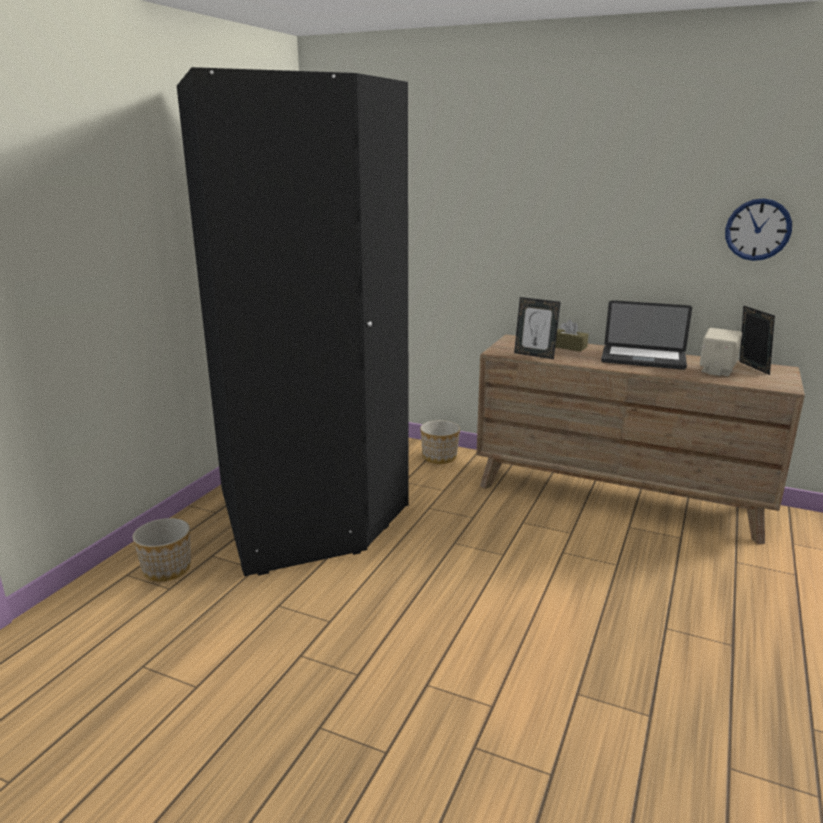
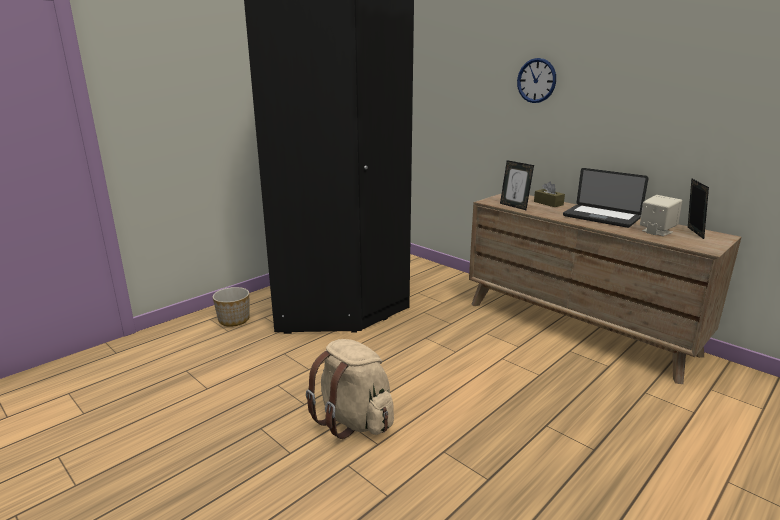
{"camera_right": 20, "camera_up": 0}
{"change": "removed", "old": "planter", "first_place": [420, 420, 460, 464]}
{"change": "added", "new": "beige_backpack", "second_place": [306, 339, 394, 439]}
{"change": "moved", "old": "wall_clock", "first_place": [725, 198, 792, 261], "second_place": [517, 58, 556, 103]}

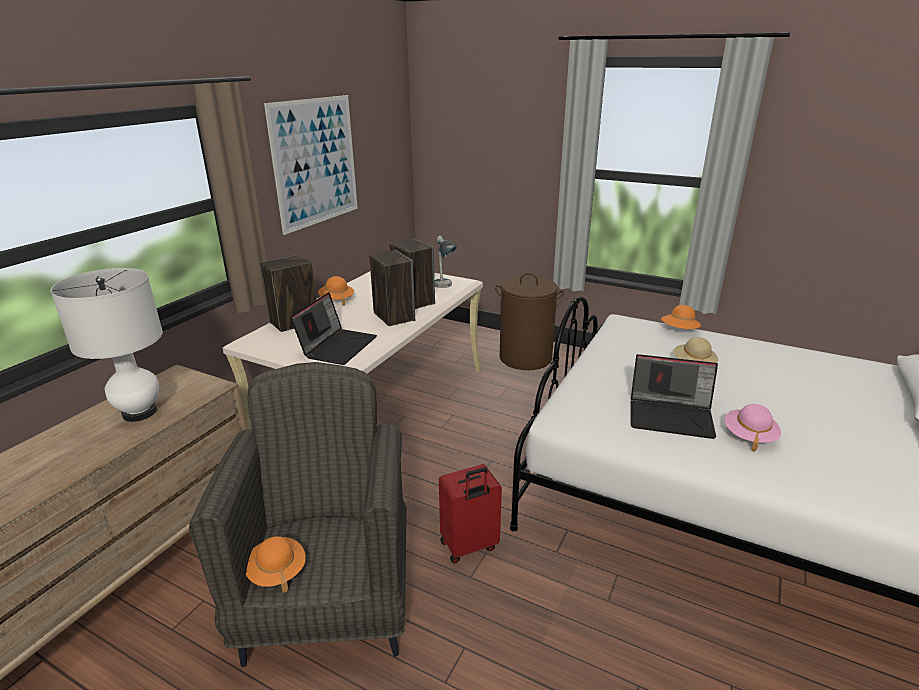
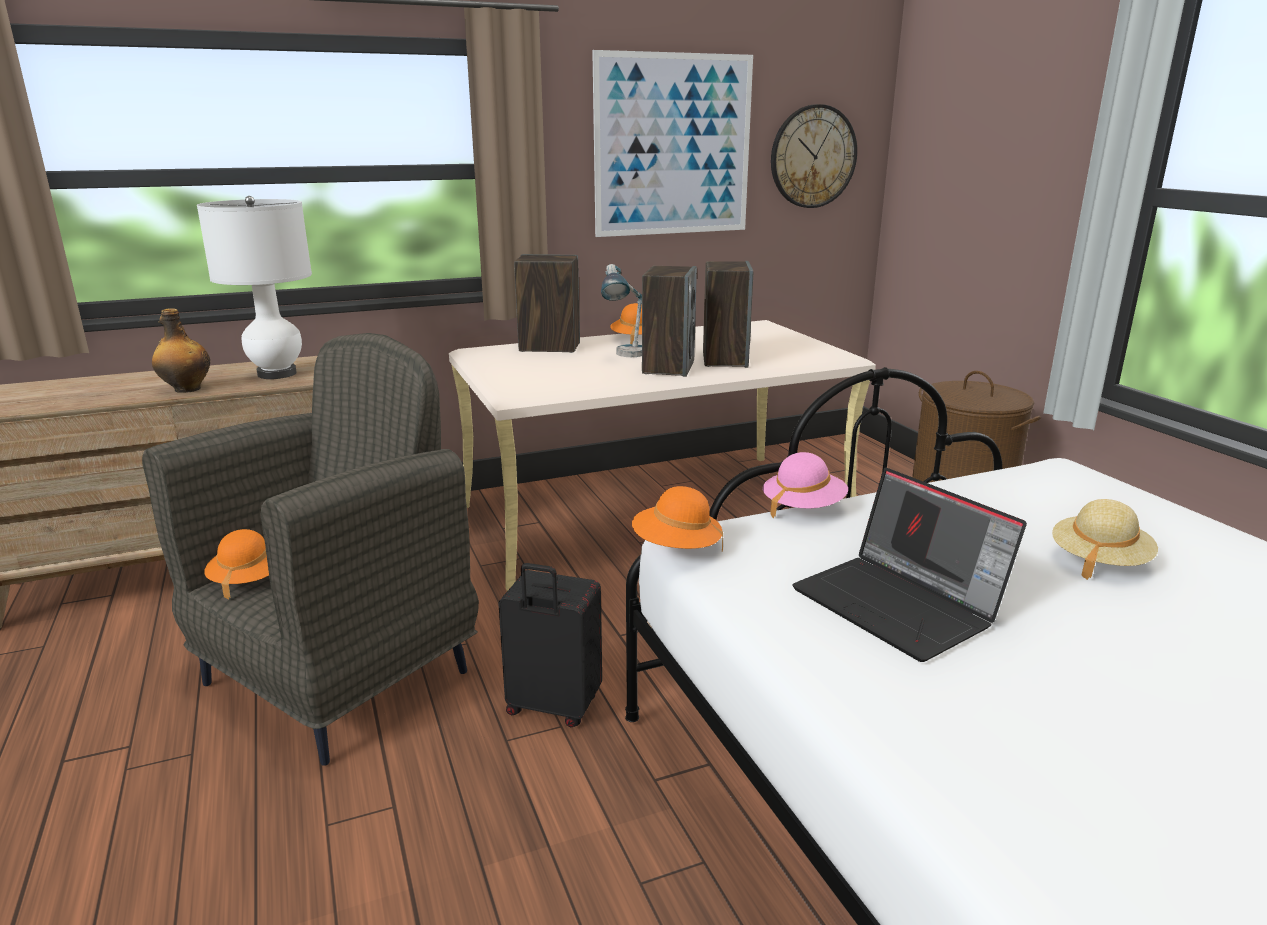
{"camera_right": 40, "camera_up": -5}
{"change": "removed", "old": "laptop", "first_place": [290, 292, 377, 365]}
{"change": "added", "new": "bottle", "second_place": [152, 308, 210, 393]}
{"change": "added", "new": "wall_clock", "second_place": [771, 104, 857, 208]}
{"change": "moved", "old": "table_lamp", "first_place": [435, 235, 457, 288], "second_place": [601, 264, 642, 357]}
{"change": "moved", "old": "orange_hat", "first_place": [661, 305, 701, 329], "second_place": [632, 486, 723, 552]}
{"change": "moved", "old": "pink_hat", "first_place": [725, 404, 781, 452], "second_place": [762, 452, 848, 518]}
{"change": "recoloured", "old": "red_suitcase", "new": "black_suitcase", "first_place": [439, 464, 502, 563], "second_place": [498, 563, 602, 727]}

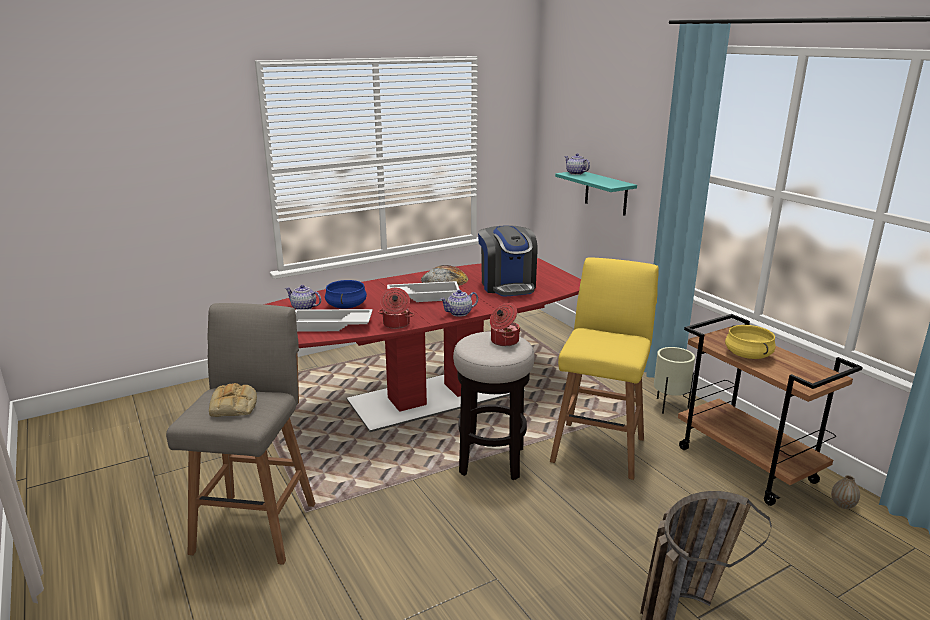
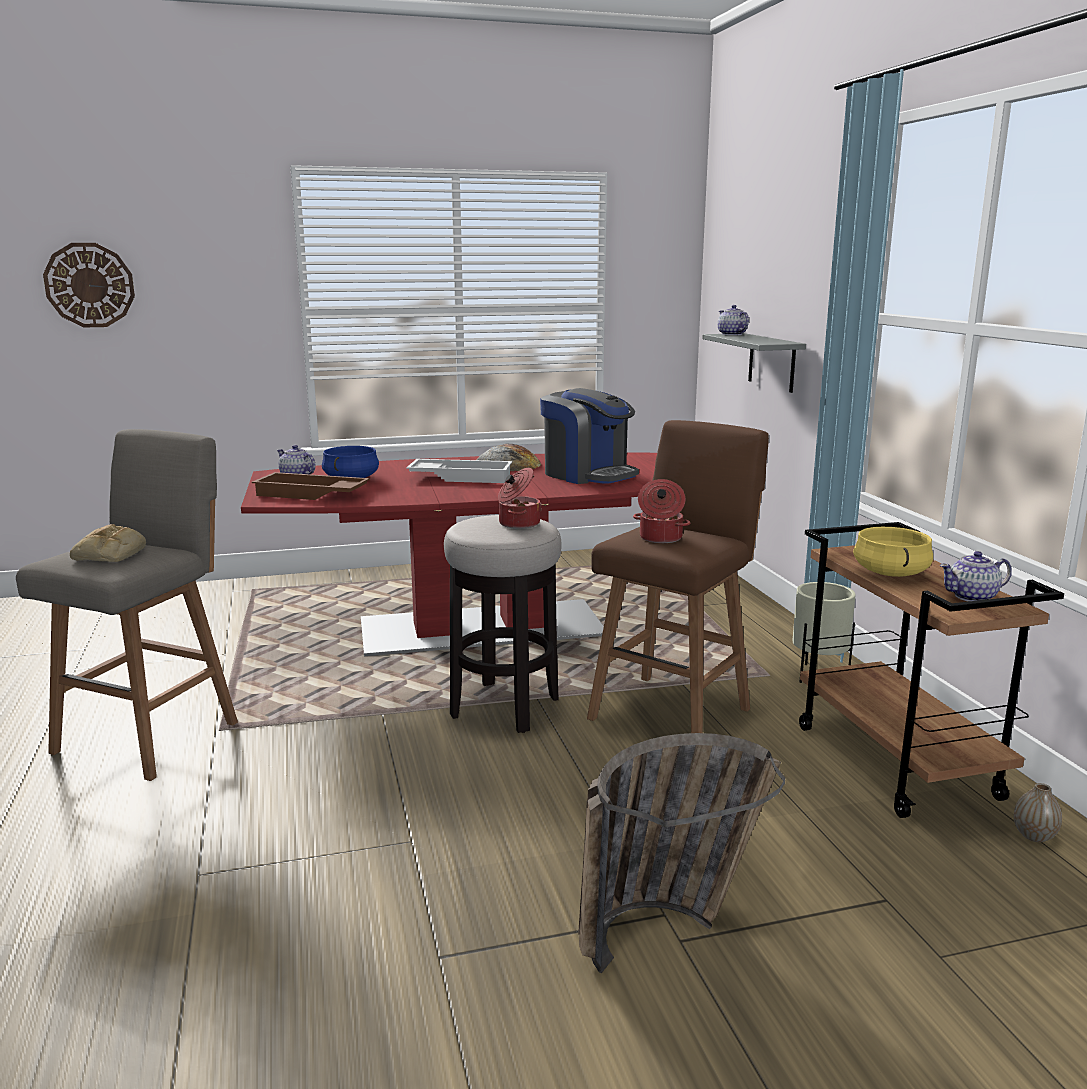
{"camera_right": 15, "camera_up": -5}
{"change": "added", "new": "wall_clock", "second_place": [43, 243, 135, 328]}
{"change": "moved", "old": "cooking_pot", "first_place": [378, 288, 414, 329], "second_place": [633, 479, 691, 543]}
{"change": "moved", "old": "teapot", "first_place": [440, 290, 478, 317], "second_place": [940, 551, 1012, 602]}
{"change": "recoloured", "old": "white_tray", "new": "brown_tray", "first_place": [295, 309, 373, 331], "second_place": [252, 472, 370, 500]}
{"change": "recoloured", "old": "yellow_stool", "new": "brown_stool", "first_place": [550, 258, 659, 480], "second_place": [587, 420, 769, 733]}
{"change": "recoloured", "old": "turquoise_shelf", "new": "grey_shelf", "first_place": [555, 172, 637, 216], "second_place": [702, 333, 806, 393]}
{"change": "turned", "old": "coffee_machine", "first_place": [478, 225, 538, 297], "second_place": [540, 388, 639, 484], "degrees": -45}

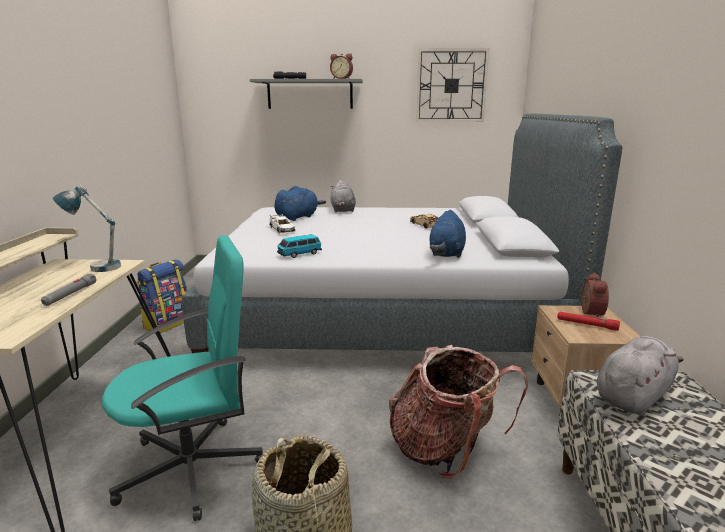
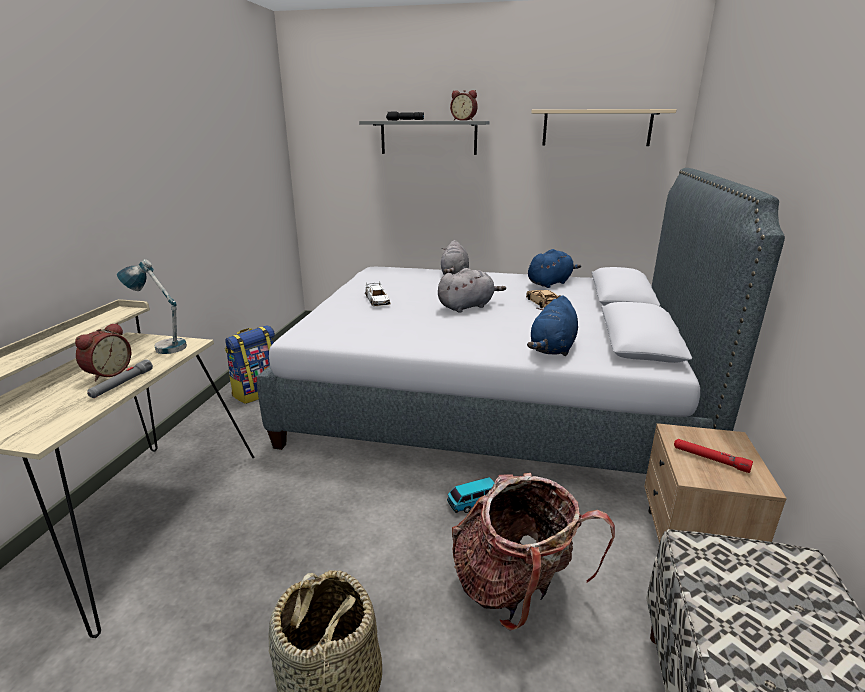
{"camera_right": 10, "camera_up": 5}
{"change": "removed", "old": "turquoise_office_chair", "first_place": [102, 235, 263, 521]}
{"change": "moved", "old": "blue_plush_toy", "first_place": [274, 186, 326, 221], "second_place": [528, 249, 581, 288]}
{"change": "moved", "old": "toy_car", "first_place": [277, 234, 322, 258], "second_place": [447, 477, 494, 513]}
{"change": "moved", "old": "alarm_clock", "first_place": [582, 273, 609, 317], "second_place": [75, 323, 131, 382]}
{"change": "moved", "old": "grey_plush_toy", "first_place": [597, 336, 684, 416], "second_place": [438, 268, 506, 313]}
{"change": "replaced", "old": "wall_clock", "new": "beige_shelf", "first_place": [416, 48, 489, 122], "second_place": [531, 109, 676, 146]}

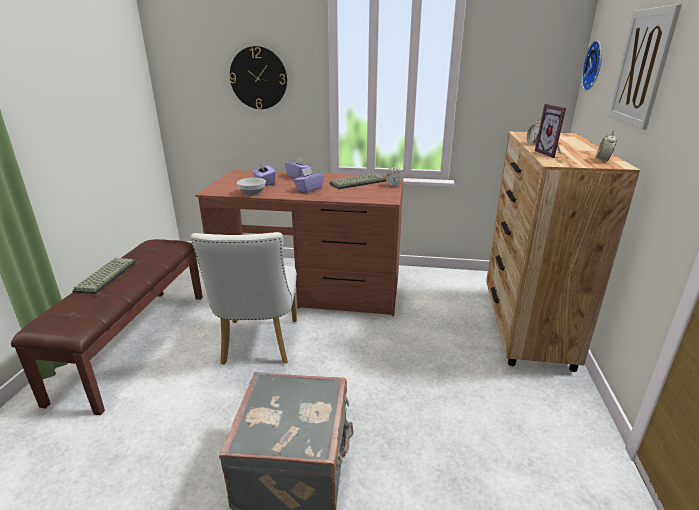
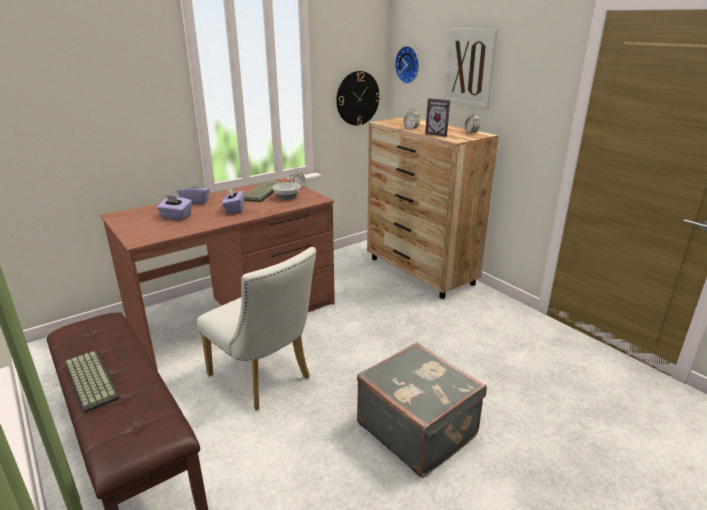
{"camera_right": -45, "camera_up": 0}
{"change": "moved", "old": "wall_clock", "first_place": [229, 46, 287, 109], "second_place": [336, 71, 380, 126]}
{"change": "moved", "old": "bowl", "first_place": [237, 178, 266, 196], "second_place": [273, 182, 300, 200]}

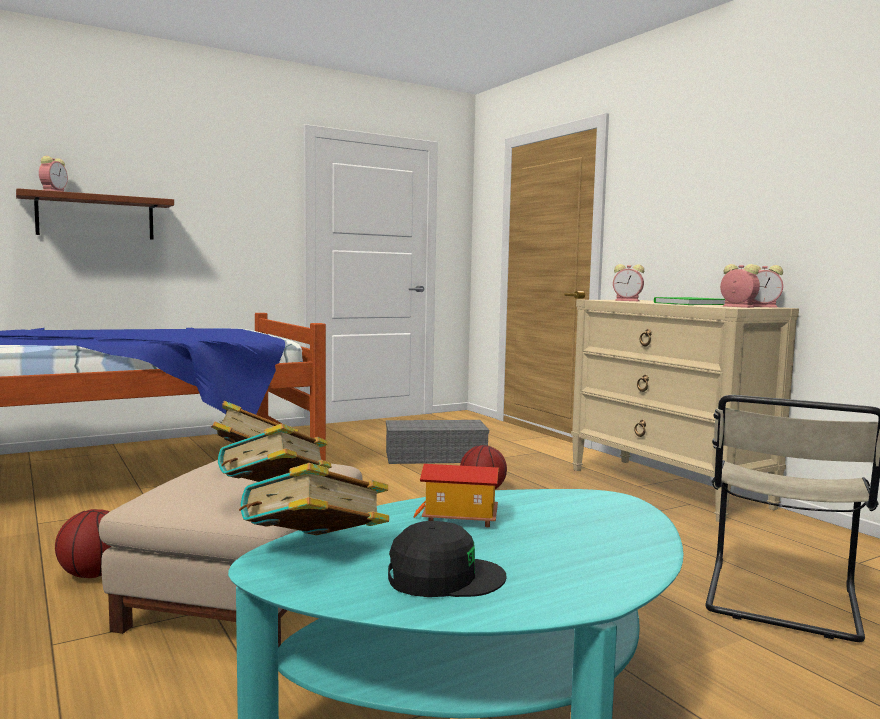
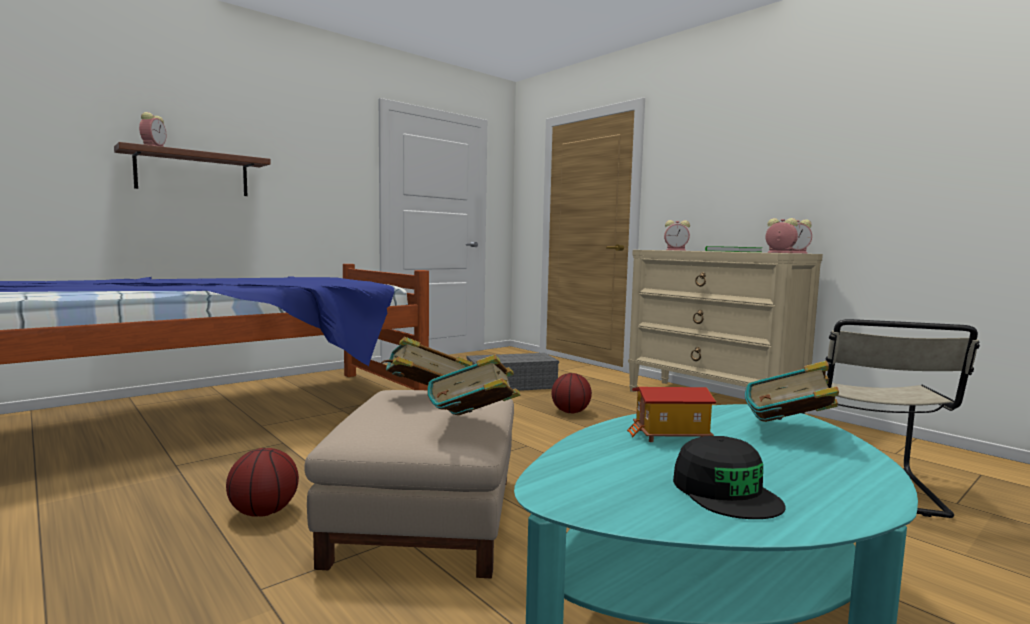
{"camera_right": -10, "camera_up": 0}
{"change": "moved", "old": "book", "first_place": [239, 463, 389, 535], "second_place": [745, 361, 839, 422]}
{"change": "turned", "old": "black_cap", "first_place": [388, 521, 507, 597], "second_place": [673, 436, 786, 519], "degrees": 90}

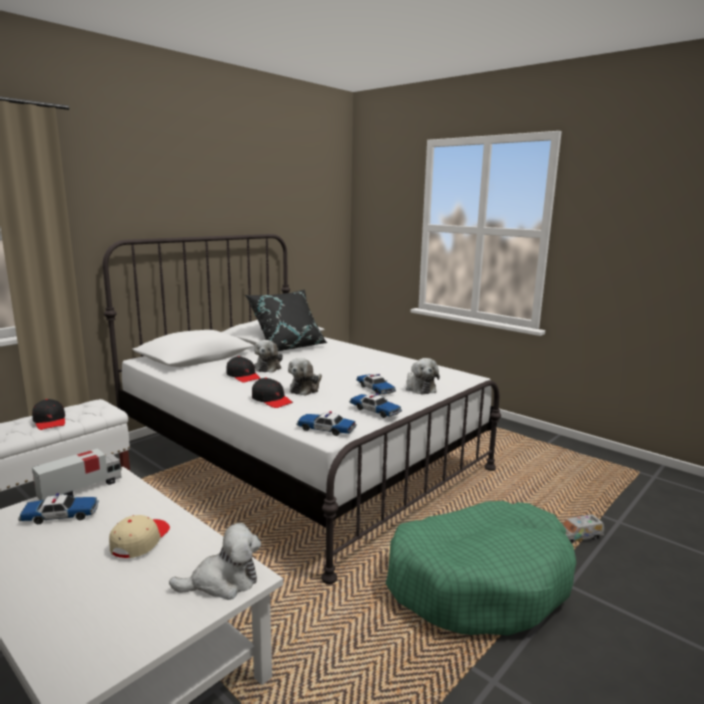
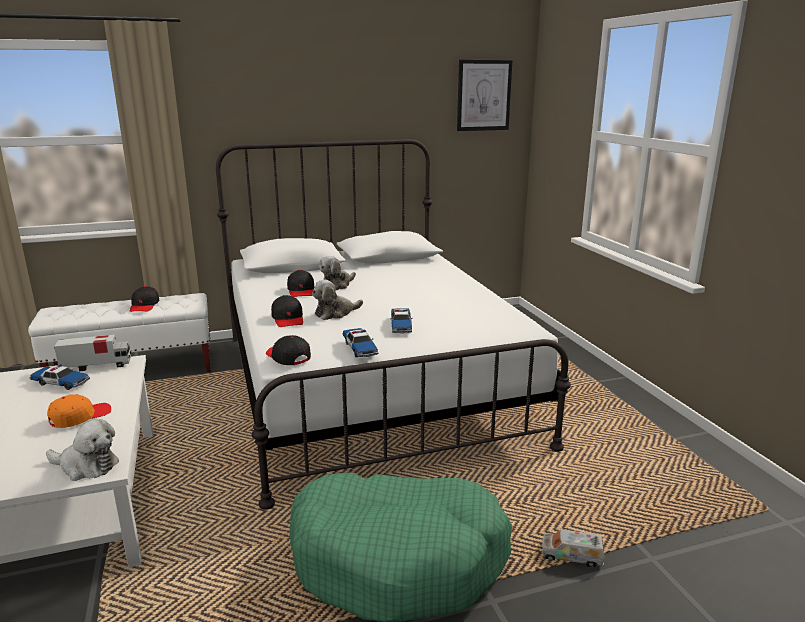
{"camera_right": 30, "camera_up": 5}
{"change": "removed", "old": "black_pillow", "first_place": [245, 290, 328, 351]}
{"change": "removed", "old": "plush_toy", "first_place": [406, 358, 440, 394]}
{"change": "added", "new": "picture", "second_place": [457, 60, 512, 131]}
{"change": "replaced", "old": "toy_car", "new": "black_cap", "first_place": [296, 411, 357, 436], "second_place": [266, 335, 311, 365]}
{"change": "recoloured", "old": "beige_cap", "new": "orange_cap", "first_place": [109, 515, 170, 558], "second_place": [47, 394, 111, 428]}

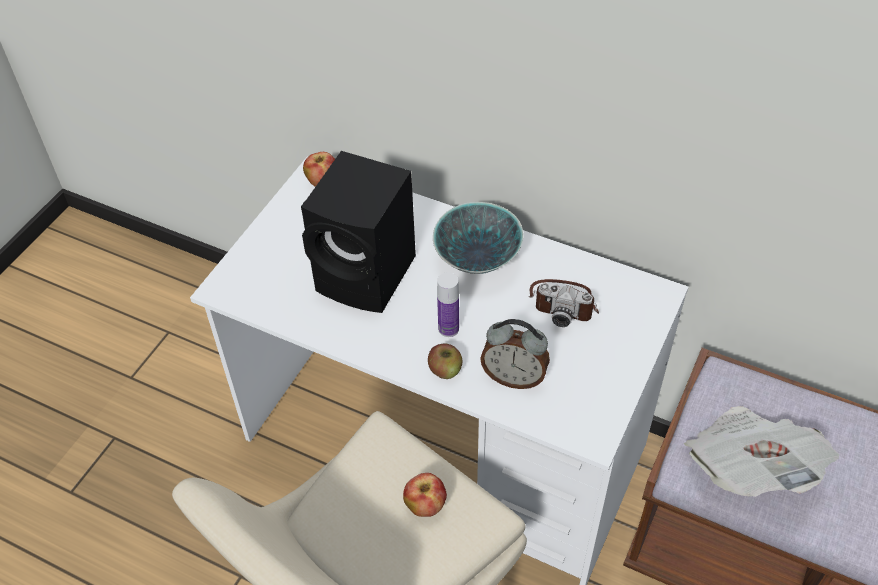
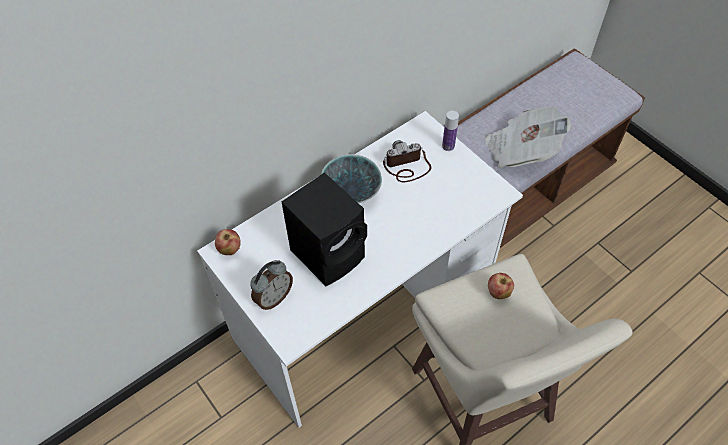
{"camera_right": -65, "camera_up": 5}
{"change": "removed", "old": "apple", "first_place": [428, 344, 462, 379]}
{"change": "moved", "old": "bottle", "first_place": [437, 272, 459, 337], "second_place": [442, 111, 459, 151]}
{"change": "moved", "old": "alarm_clock", "first_place": [480, 319, 550, 389], "second_place": [250, 260, 293, 310]}
{"change": "turned", "old": "photo_camera", "first_place": [529, 279, 599, 327], "second_place": [383, 140, 431, 182], "degrees": -150}

